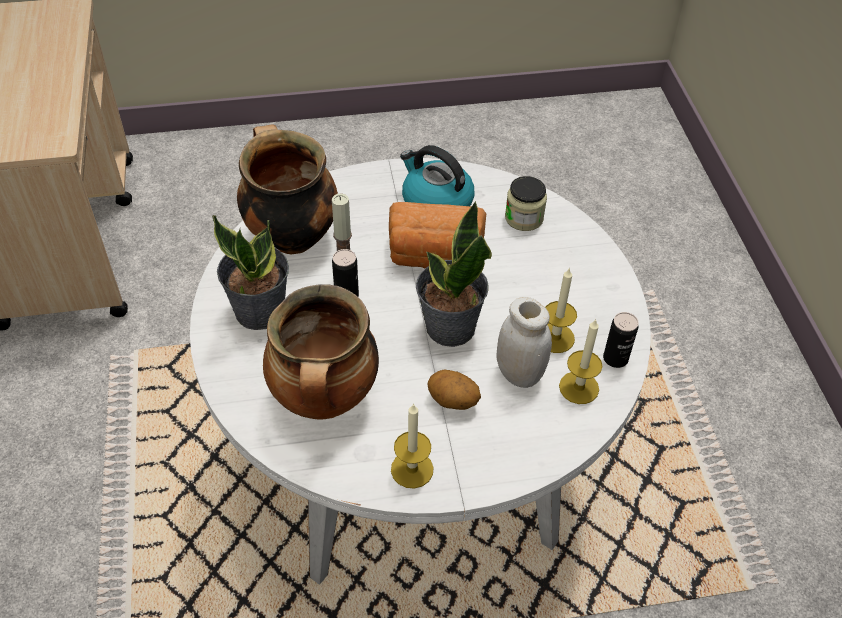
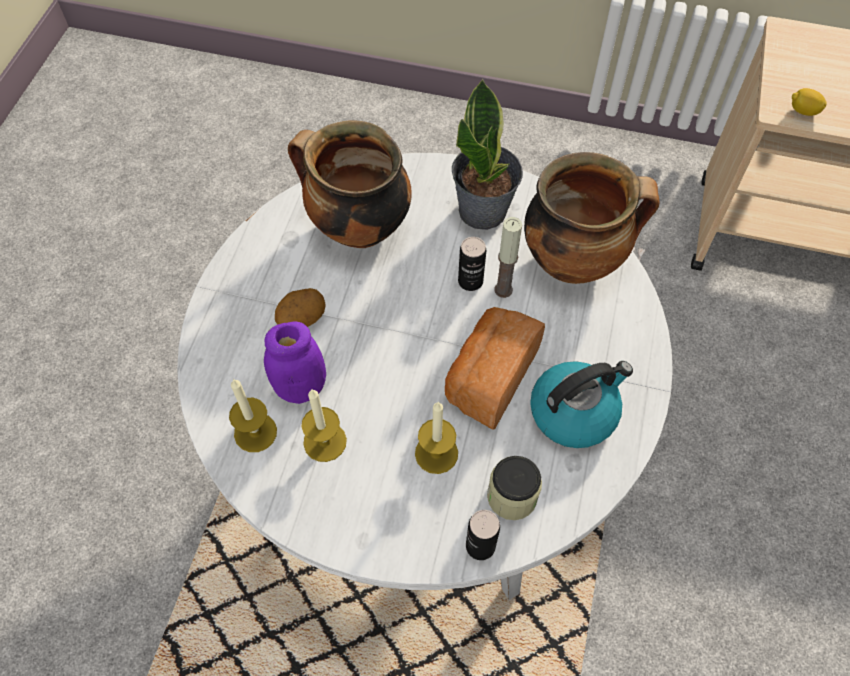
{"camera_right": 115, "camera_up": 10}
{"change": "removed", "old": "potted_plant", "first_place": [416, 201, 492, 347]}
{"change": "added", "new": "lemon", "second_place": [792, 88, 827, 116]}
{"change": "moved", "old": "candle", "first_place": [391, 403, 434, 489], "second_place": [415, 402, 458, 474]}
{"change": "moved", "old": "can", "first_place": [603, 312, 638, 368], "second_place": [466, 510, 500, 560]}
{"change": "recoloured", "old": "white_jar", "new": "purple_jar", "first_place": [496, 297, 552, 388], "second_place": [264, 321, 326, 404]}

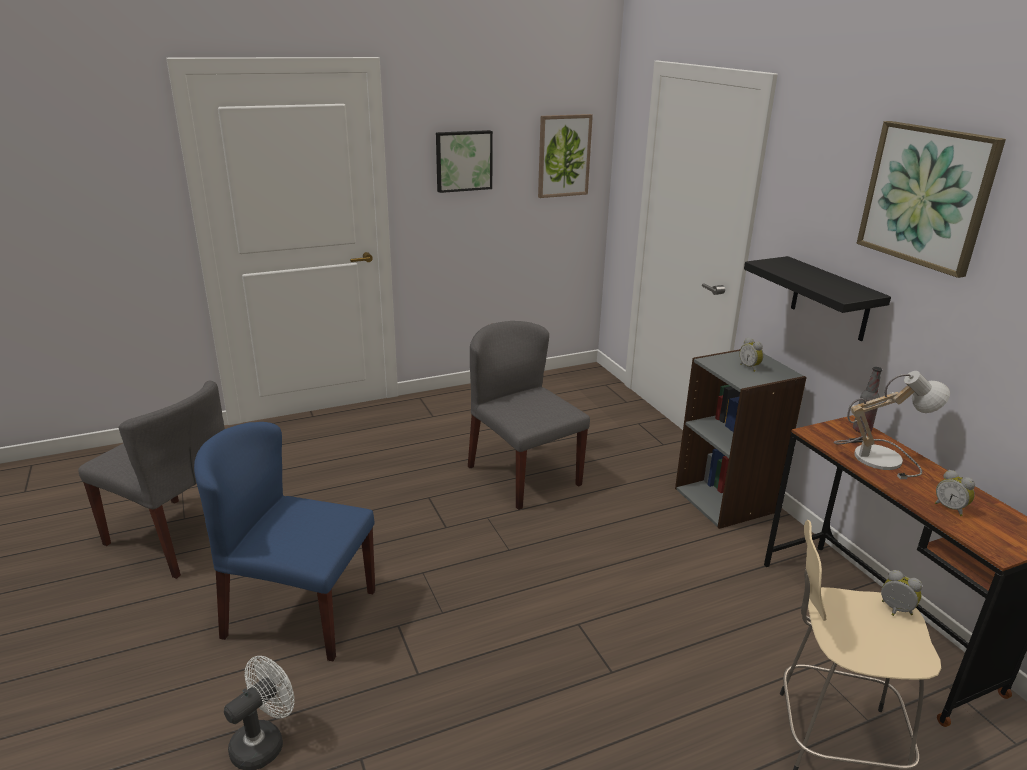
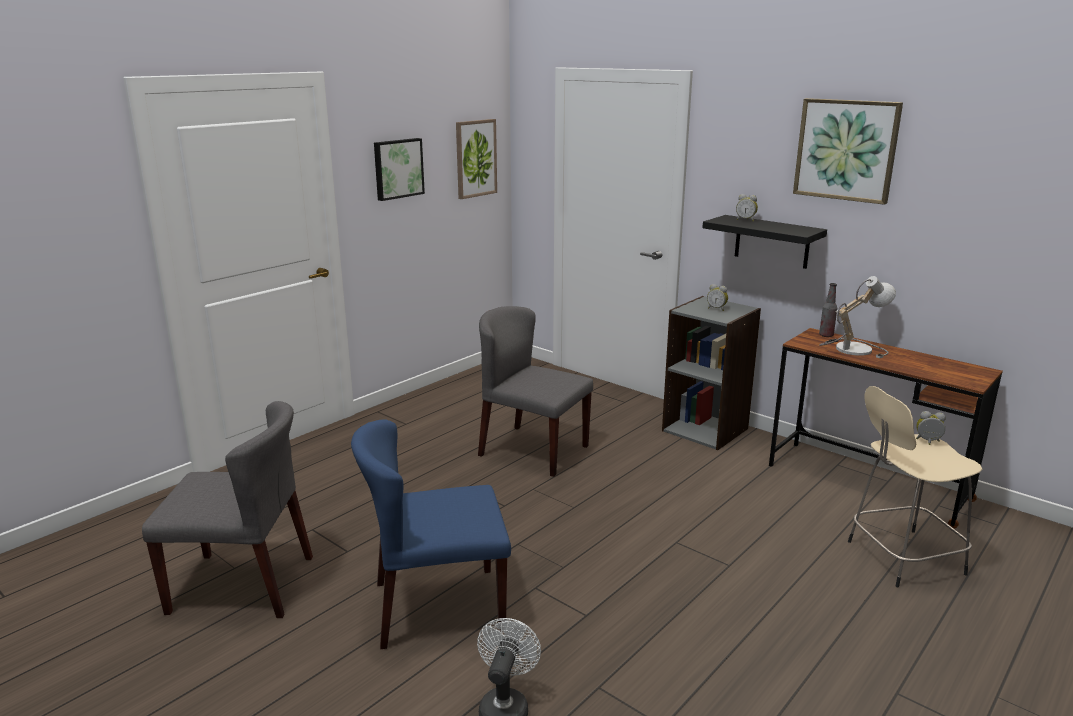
{"camera_right": -25, "camera_up": -5}
{"change": "moved", "old": "alarm_clock", "first_place": [935, 470, 975, 516], "second_place": [736, 194, 758, 221]}

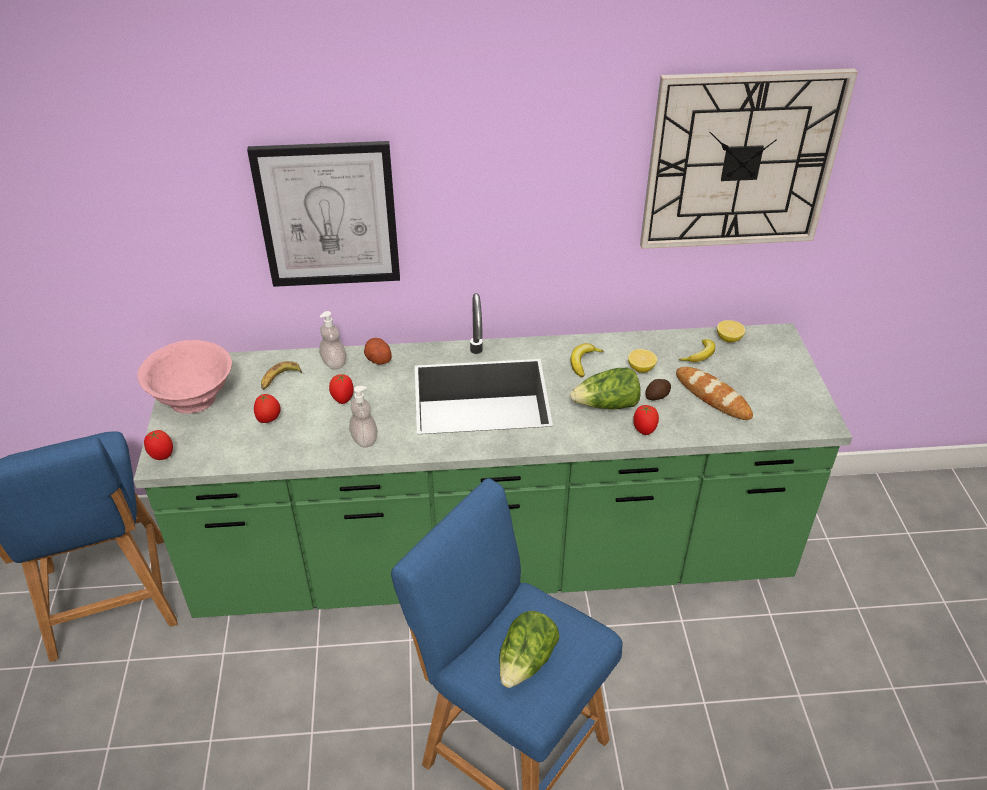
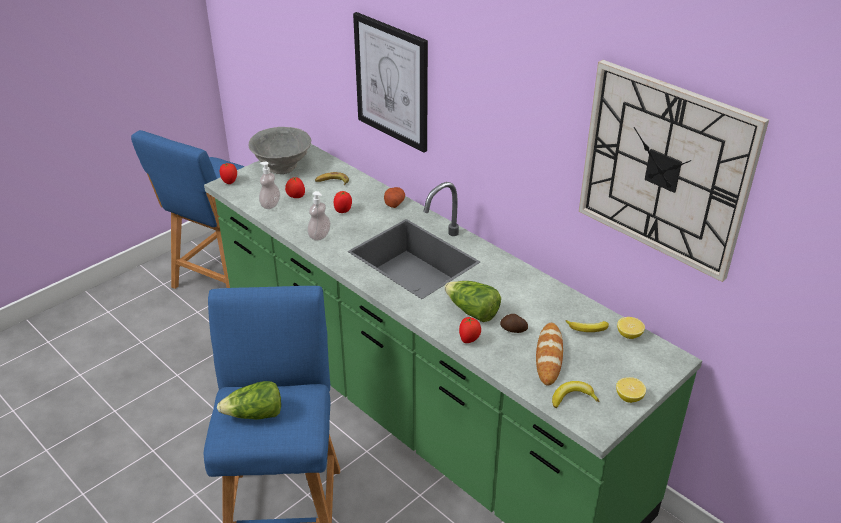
{"camera_right": 50, "camera_up": -5}
{"change": "moved", "old": "soap_dispenser", "first_place": [319, 311, 347, 370], "second_place": [259, 162, 280, 209]}
{"change": "moved", "old": "banana", "first_place": [571, 343, 604, 377], "second_place": [552, 381, 600, 408]}
{"change": "moved", "old": "lemon", "first_place": [628, 349, 657, 373], "second_place": [616, 377, 646, 403]}
{"change": "recoloured", "old": "pink_bowl", "new": "grey_bowl", "first_place": [137, 340, 232, 414], "second_place": [249, 127, 311, 174]}

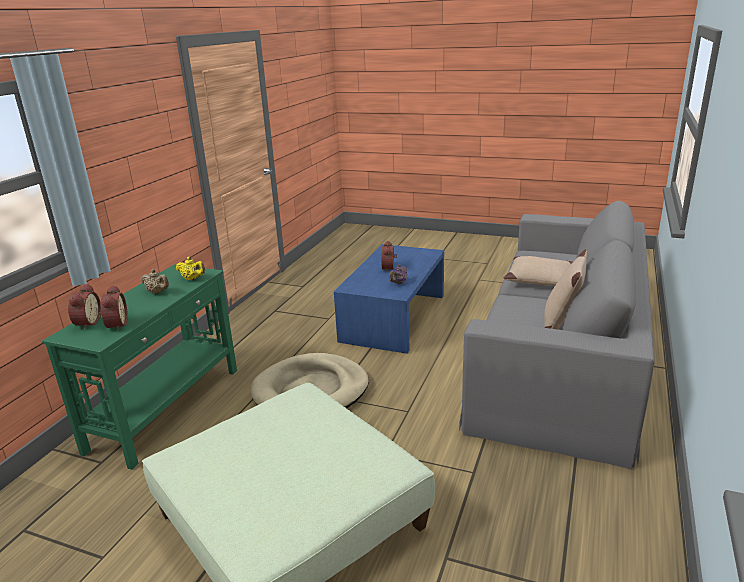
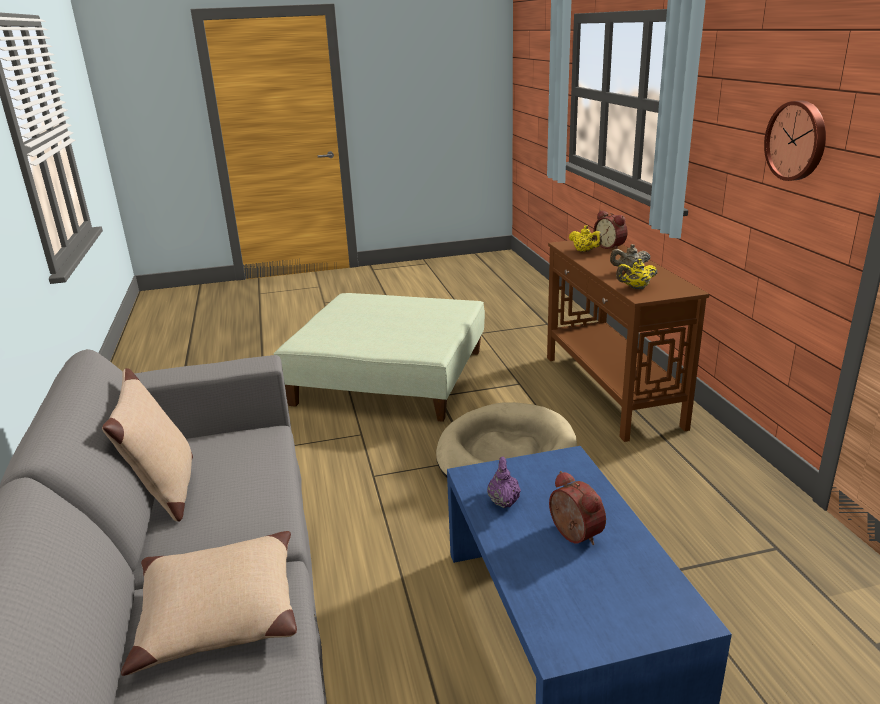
{"camera_right": 145, "camera_up": 0}
{"change": "added", "new": "wall_clock", "second_place": [764, 101, 826, 181]}
{"change": "replaced", "old": "alarm_clock", "new": "yellow_teapot", "first_place": [99, 285, 128, 331], "second_place": [569, 225, 602, 252]}
{"change": "recoloured", "old": "green_console_table", "new": "brown_console_table", "first_place": [42, 264, 237, 470], "second_place": [547, 240, 710, 442]}

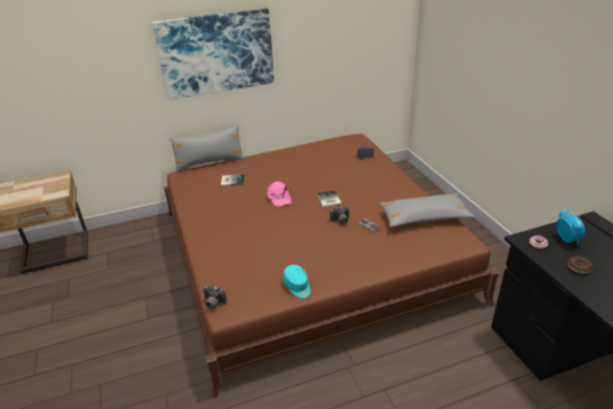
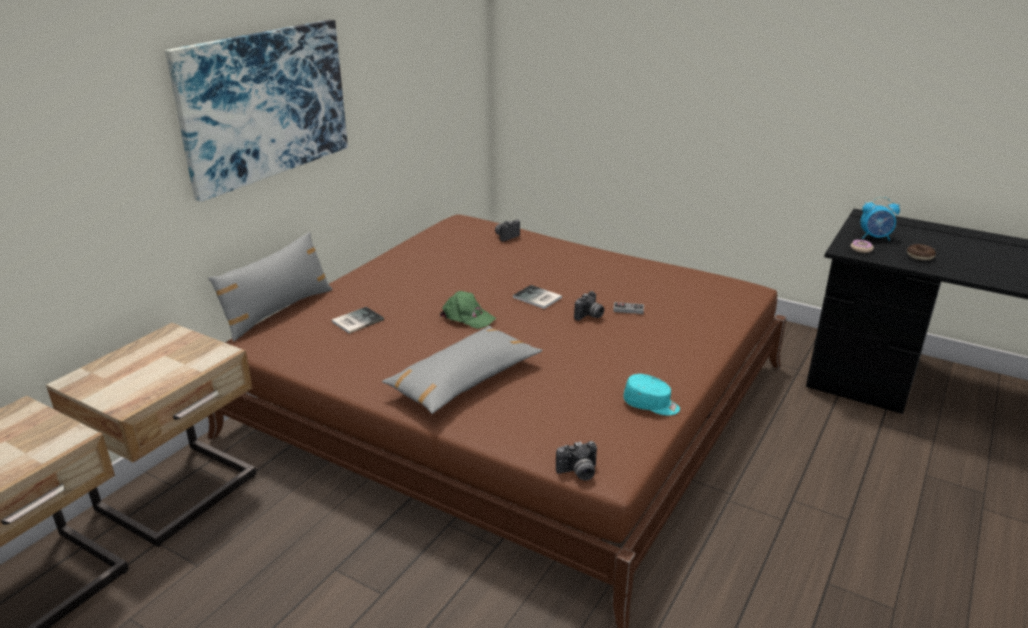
{"camera_right": -40, "camera_up": -5}
{"change": "added", "new": "beige_nightstand", "second_place": [46, 323, 256, 547]}
{"change": "moved", "old": "grey_pillow", "first_place": [379, 194, 475, 227], "second_place": [382, 326, 542, 414]}
{"change": "recoloured", "old": "pink_cap", "new": "green_cap", "first_place": [266, 181, 292, 206], "second_place": [440, 291, 496, 329]}
{"change": "turned", "old": "alarm_clock", "first_place": [556, 209, 585, 246], "second_place": [861, 197, 900, 241], "degrees": 150}

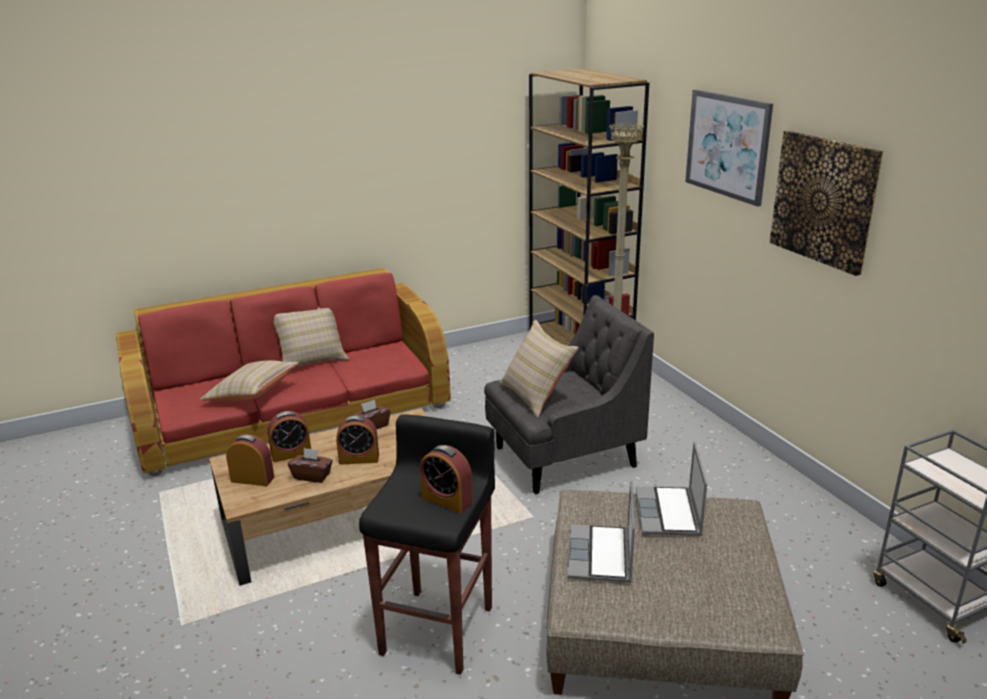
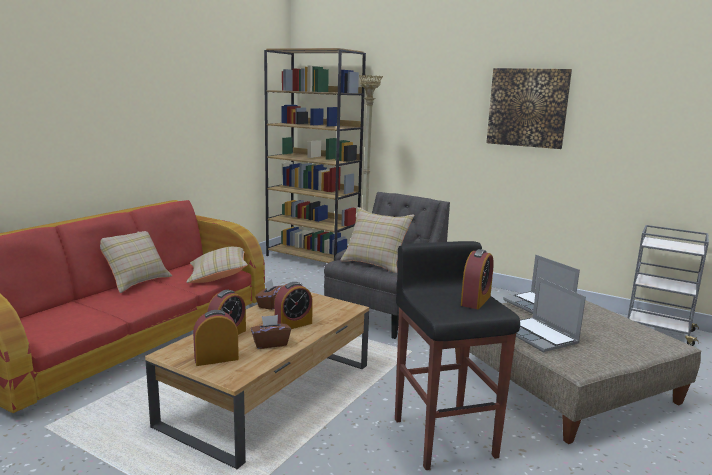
{"camera_right": -35, "camera_up": -10}
{"change": "removed", "old": "picture", "first_place": [685, 90, 773, 207]}
{"change": "moved", "old": "beige_pillow", "first_place": [200, 360, 299, 402], "second_place": [187, 247, 248, 283]}
{"change": "turned", "old": "alarm_clock", "first_place": [420, 445, 473, 513], "second_place": [461, 249, 494, 309], "degrees": -60}

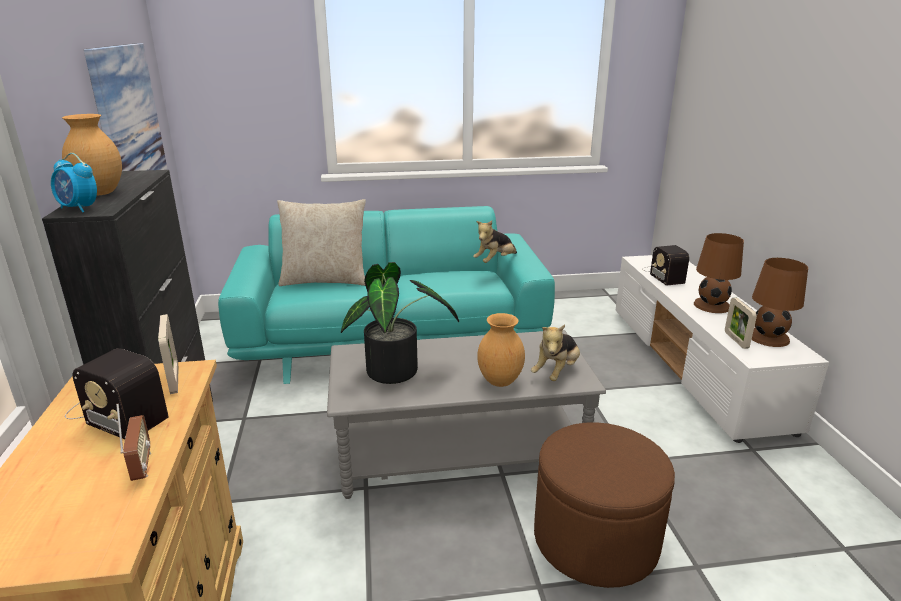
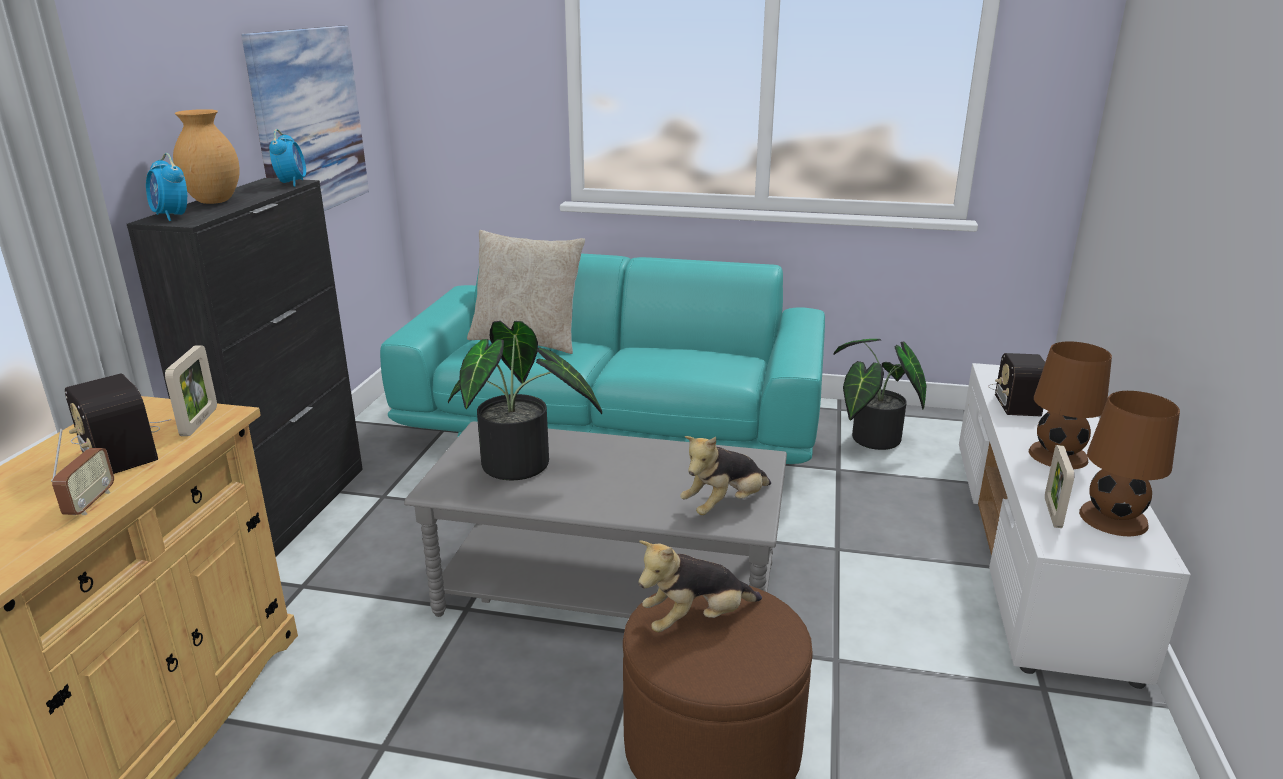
{"camera_right": 20, "camera_up": 0}
{"change": "removed", "old": "brown_vase", "first_place": [477, 313, 525, 387]}
{"change": "added", "new": "alarm_clock", "second_place": [269, 129, 306, 187]}
{"change": "added", "new": "potted_plant", "second_place": [833, 339, 926, 450]}
{"change": "moved", "old": "plush_toy", "first_place": [473, 220, 517, 263], "second_place": [638, 540, 762, 632]}

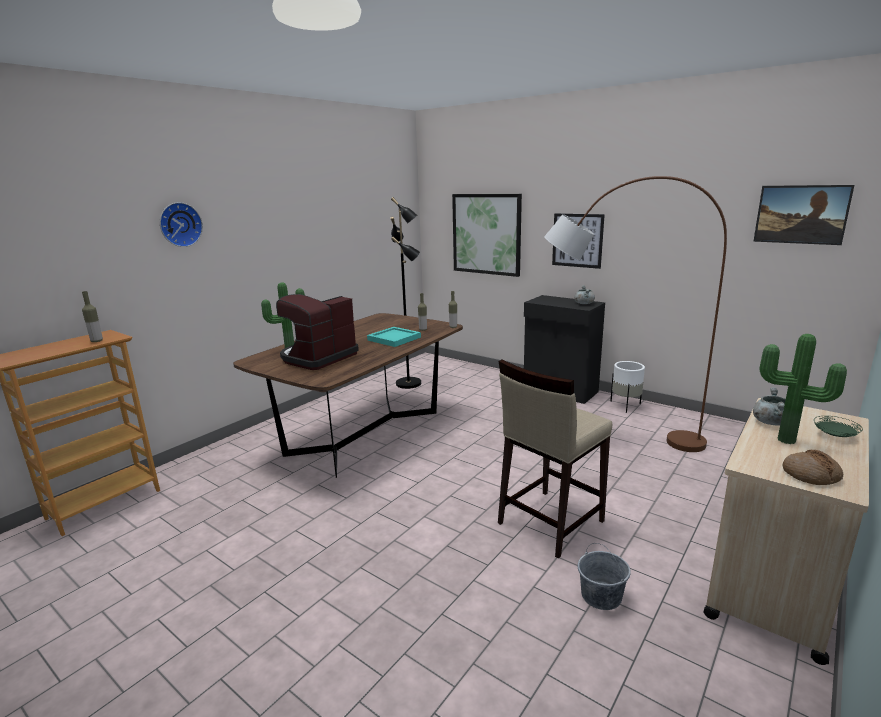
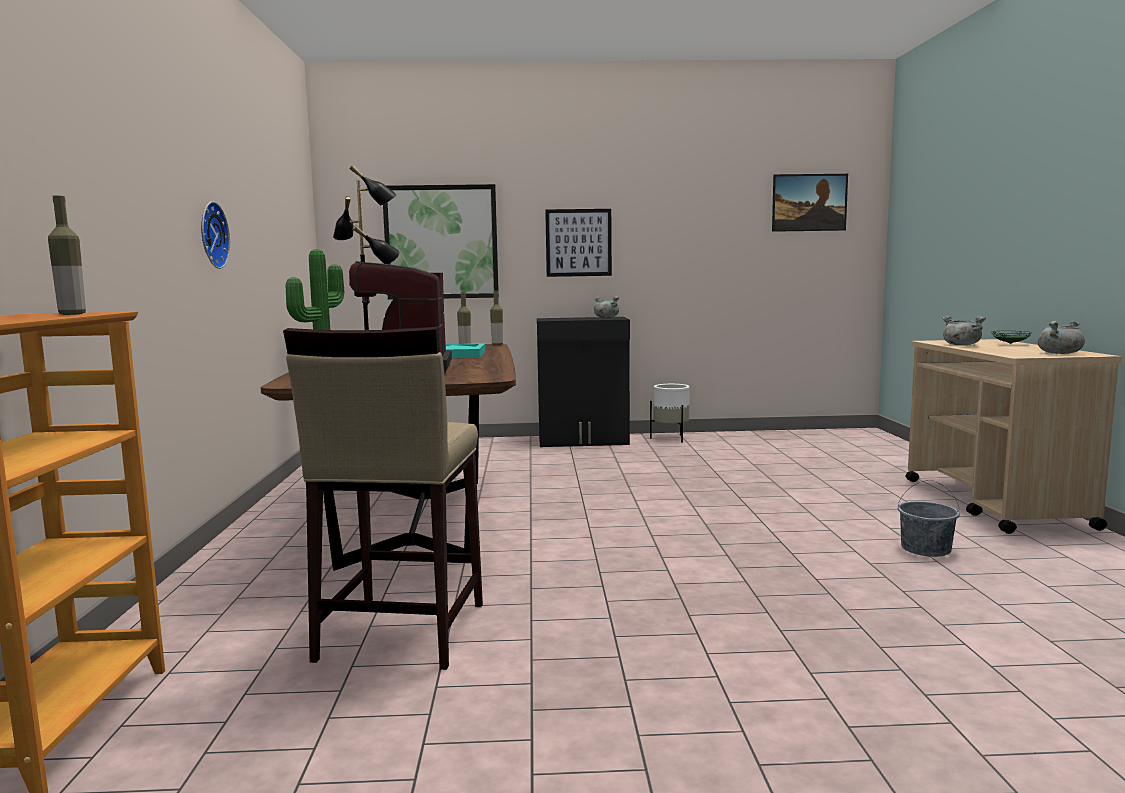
{"camera_right": -40, "camera_up": -10}
{"change": "removed", "old": "brown_floor_lamp", "first_place": [544, 176, 727, 452]}
{"change": "removed", "old": "potted_plant", "first_place": [759, 334, 847, 444]}
{"change": "moved", "old": "wall_clock", "first_place": [160, 202, 203, 247], "second_place": [201, 201, 230, 269]}
{"change": "moved", "old": "beige_stool", "first_place": [498, 359, 612, 559], "second_place": [283, 327, 483, 670]}
{"change": "replaced", "old": "bread", "new": "grey_cooking_pot", "first_place": [782, 450, 843, 485], "second_place": [1038, 320, 1085, 354]}

